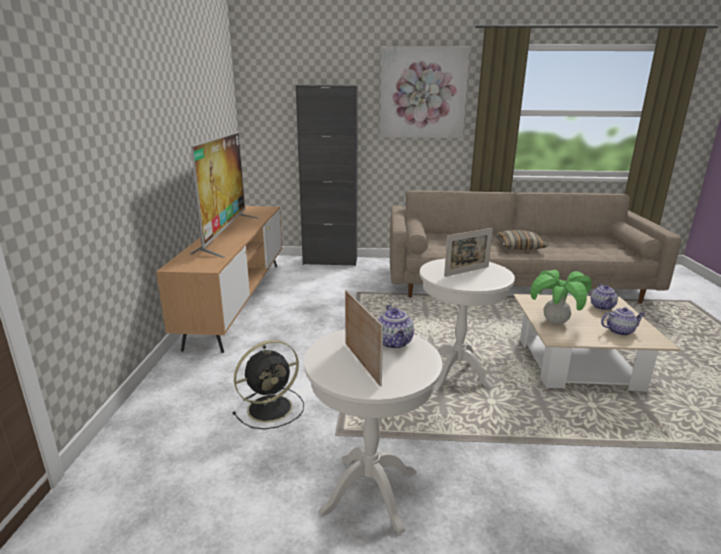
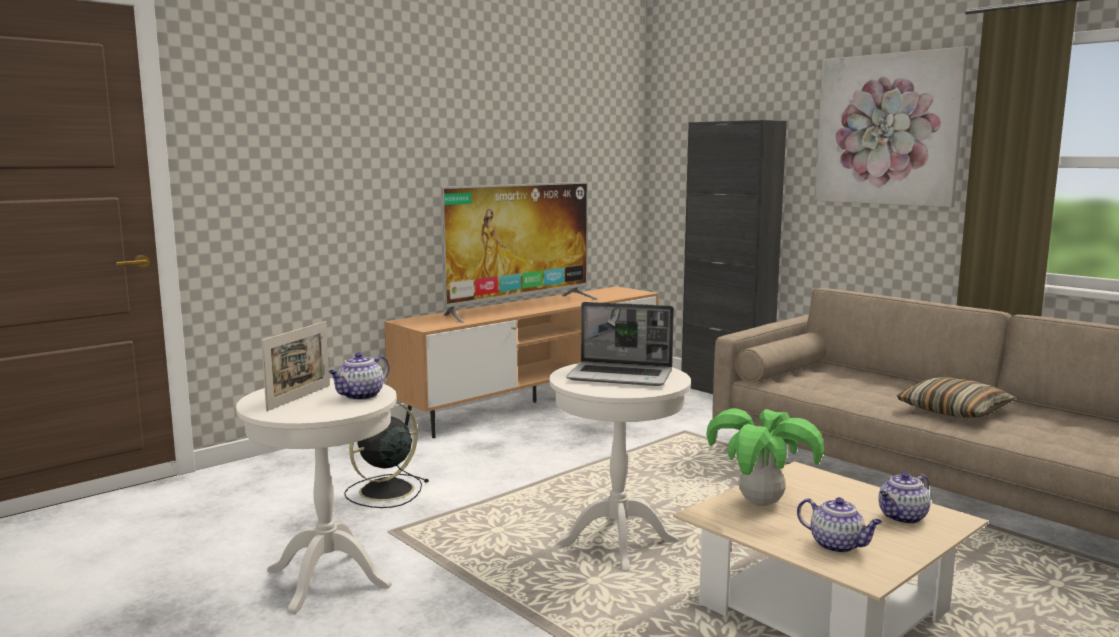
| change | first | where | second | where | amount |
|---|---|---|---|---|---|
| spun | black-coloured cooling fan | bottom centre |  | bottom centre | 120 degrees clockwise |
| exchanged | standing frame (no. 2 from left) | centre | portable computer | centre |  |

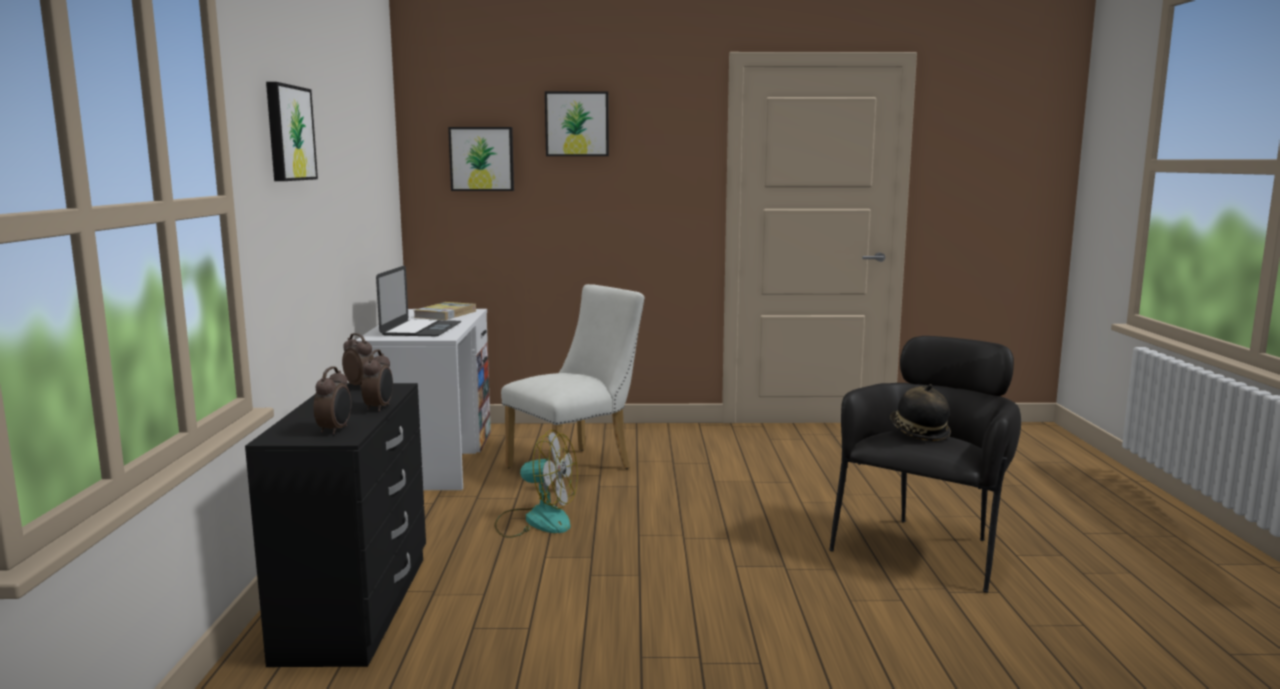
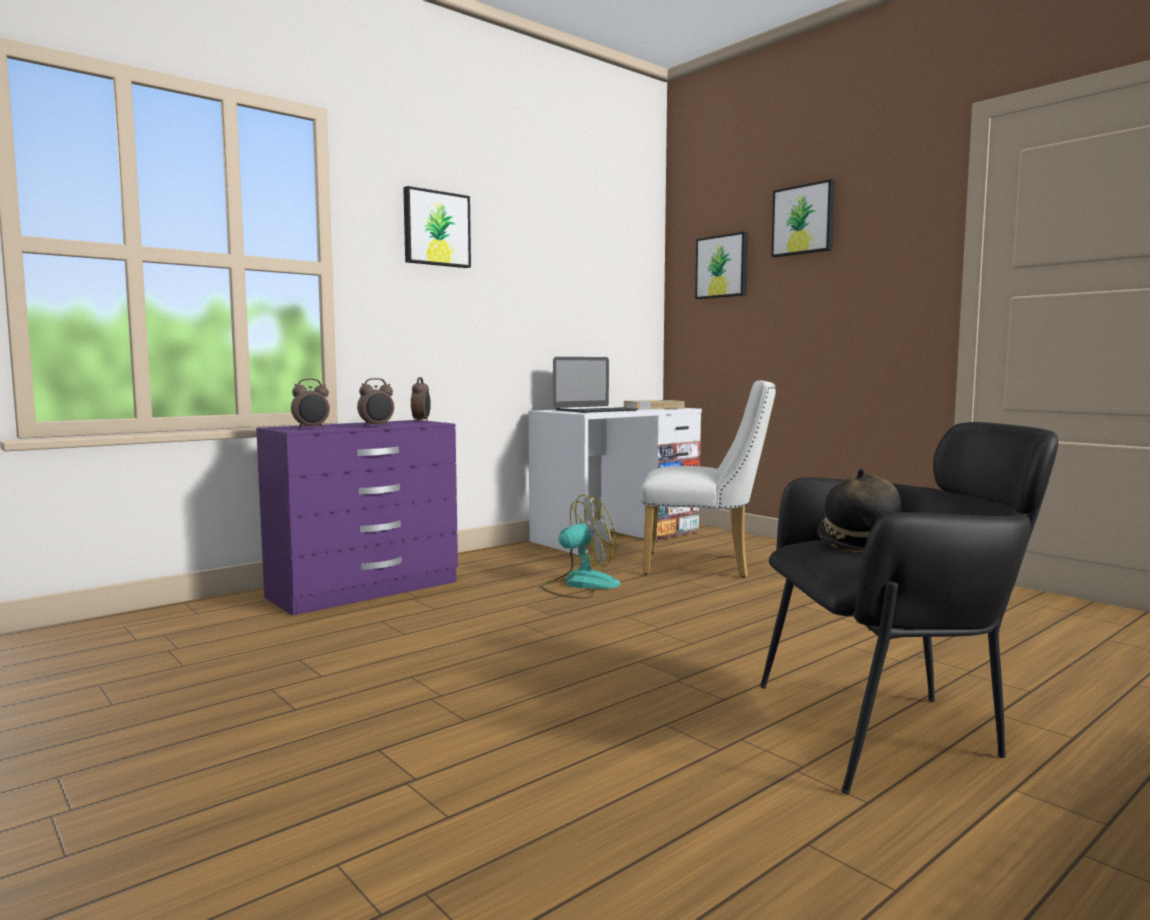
| change | first | where | second | where | amount |
|---|---|---|---|---|---|
| colour | black-coloured dresser | bottom left | purplish dresser | middle left |  |
| spun | cooling fan | bottom centre |  | centre | 90 degrees counterclockwise |

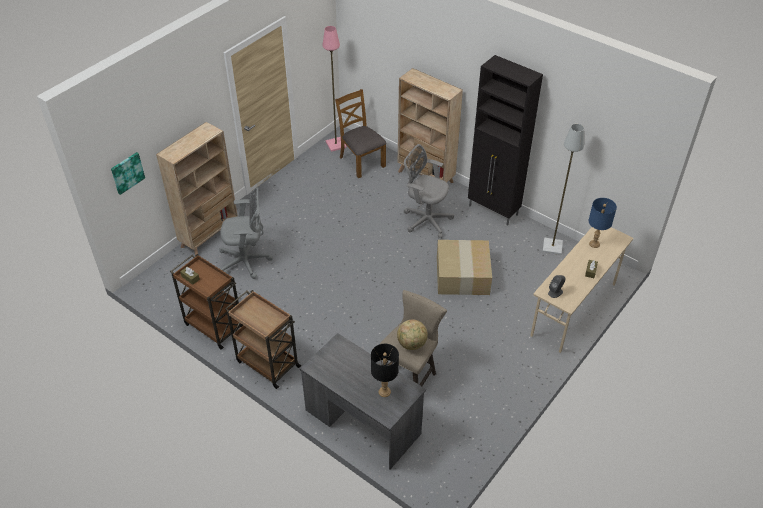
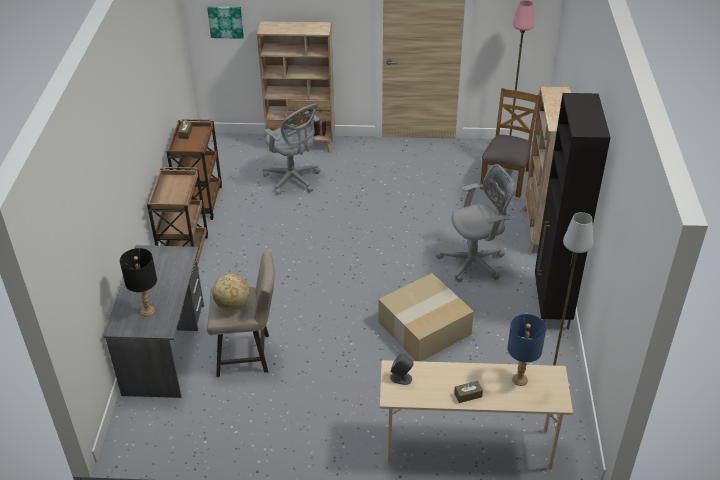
| change | first | where | second | where | amount |
|---|---|---|---|---|---|
| spun | greyish computer chair (no. 2 from left) | centre |  | centre | 75 degrees clockwise |

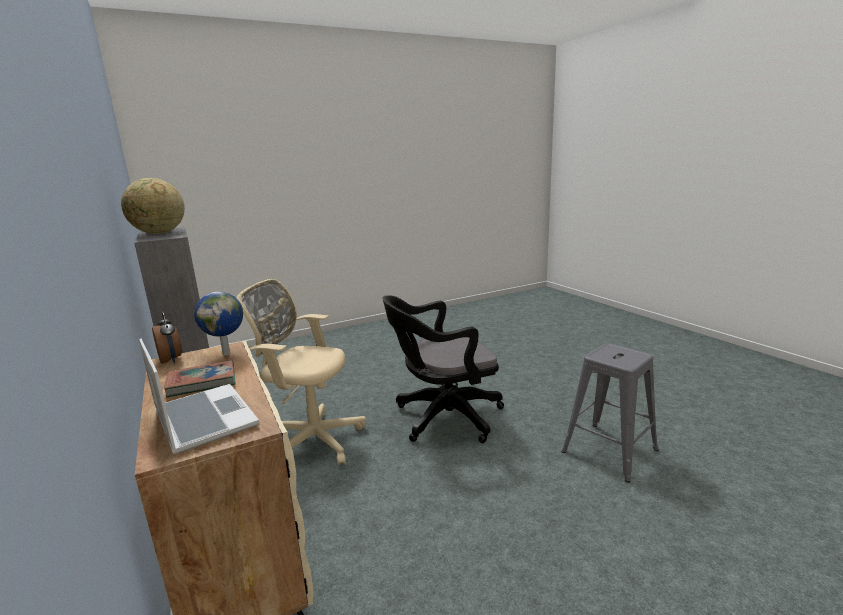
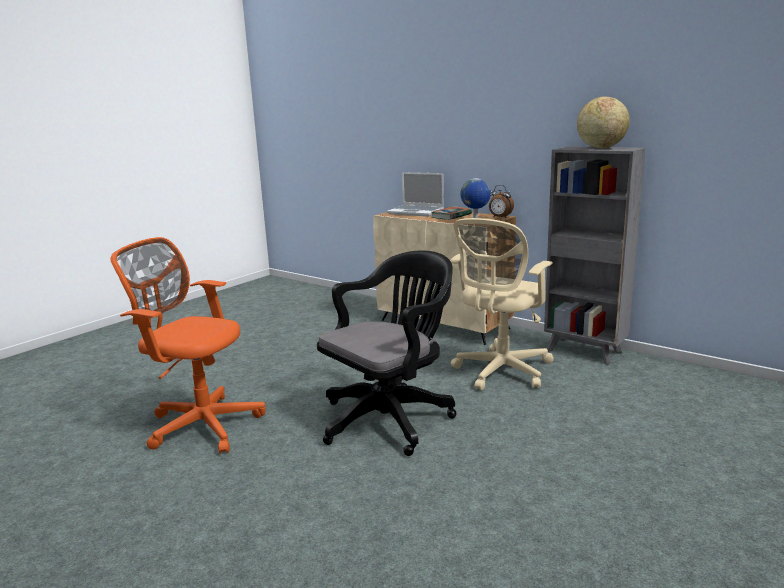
| change | first | where | second | where | amount |
|---|---|---|---|---|---|
| spun | beige computer chair | centre |  | centre | 135 degrees clockwise |
| exchanged | greyish stool seat | bottom right | orangey computer chair | middle left |  |

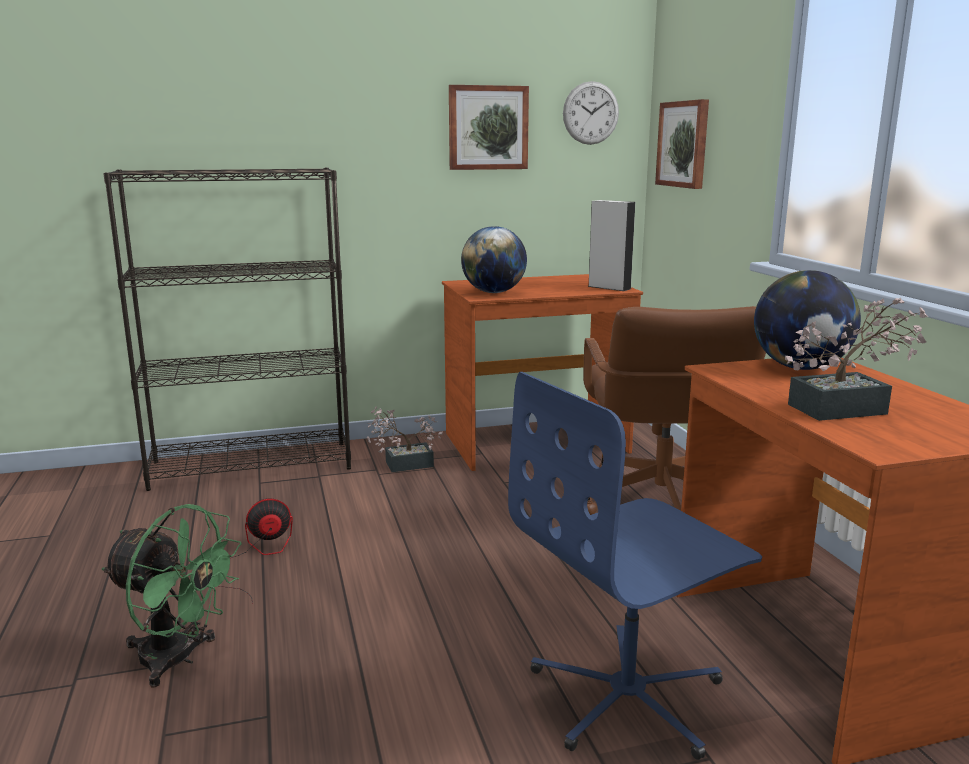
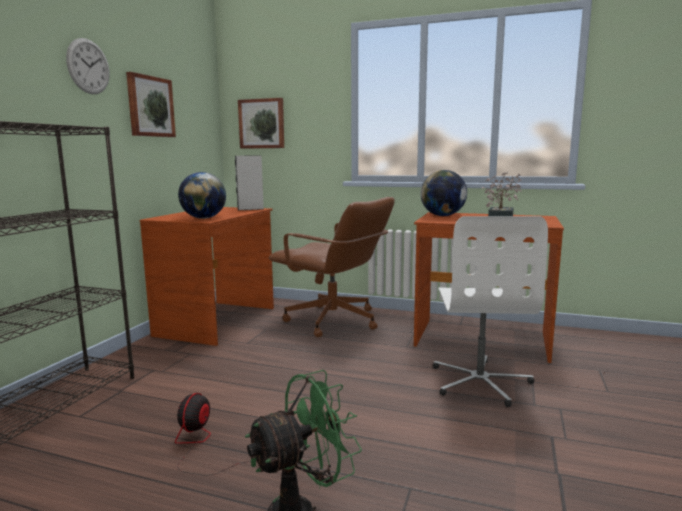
| change | first | where | second | where | amount |
|---|---|---|---|---|---|
| missing | houseplant (no. 1 from left) | centre |  |  |  |
| colour | bluish computer chair | bottom centre | white-coloured computer chair | middle right |  |
| relocated | hanging clock | top centre |  | top left |  |

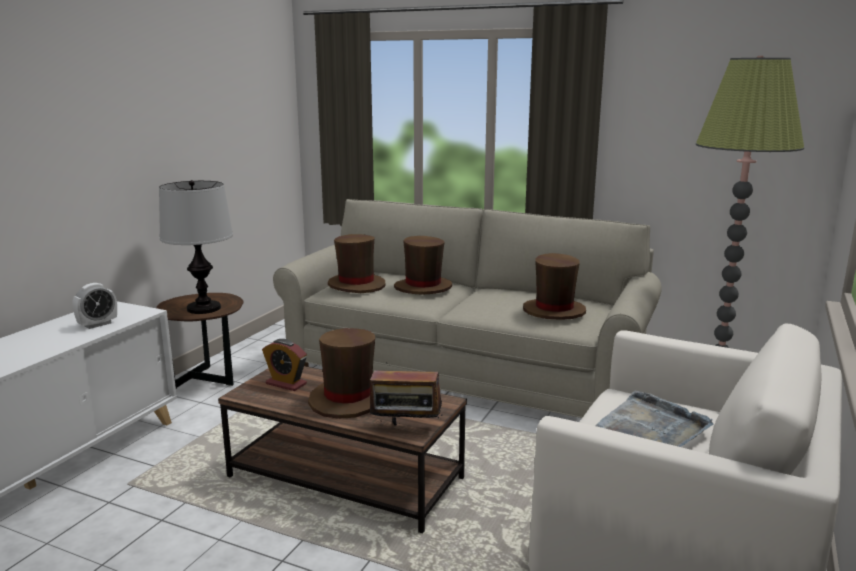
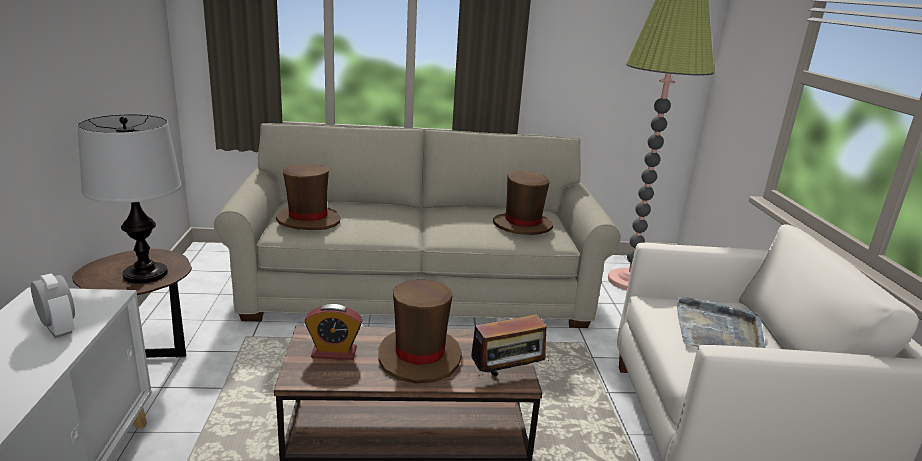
| change | first | where | second | where | amount |
|---|---|---|---|---|---|
| spun | alarm clock (no. 1 from left) | middle left |  | middle left | 60 degrees counterclockwise |
| missing | brownish clothing hat (no. 3 from left) | centre |  |  |  |

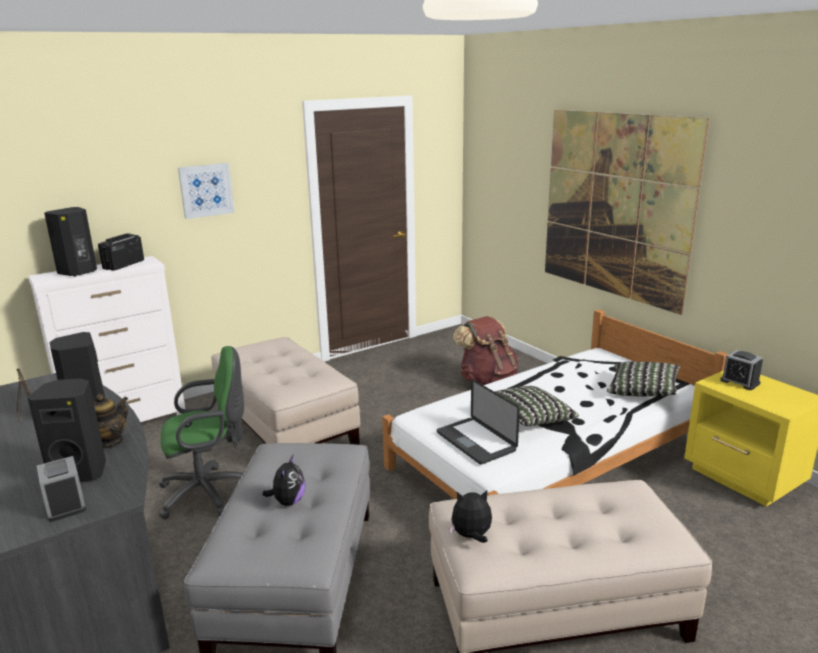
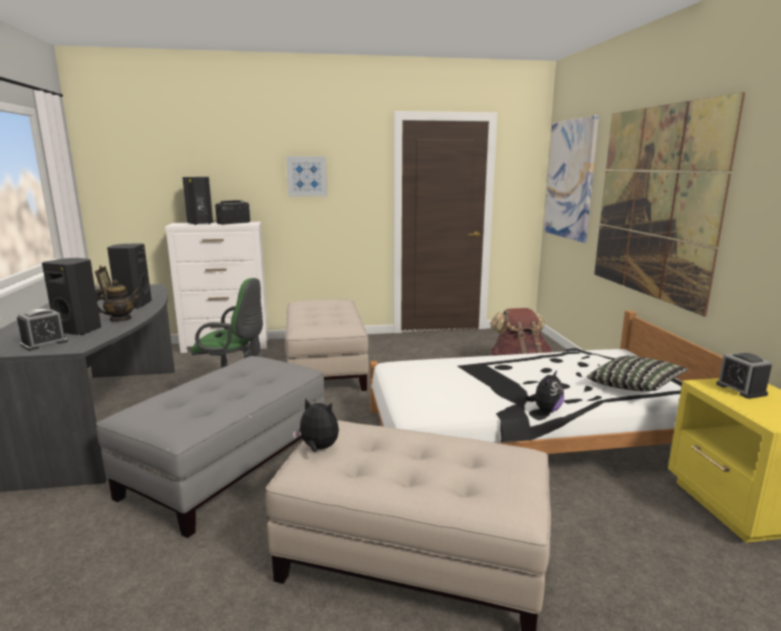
| change | first | where | second | where | amount |
|---|---|---|---|---|---|
| spun | alarm clock (no. 1 from left) | bottom left |  | middle left | 45 degrees clockwise |
| relocated | cuddly toy (no. 1 from left in the first image) | bottom centre | cuddly toy (no. 2 from left) | middle right |  |
| missing | portable computer | centre |  |  |  |
| missing | cushion (no. 1 from left) | centre |  |  |  |
| appeared |  |  | picture (no. 2 from left) | top right |  |

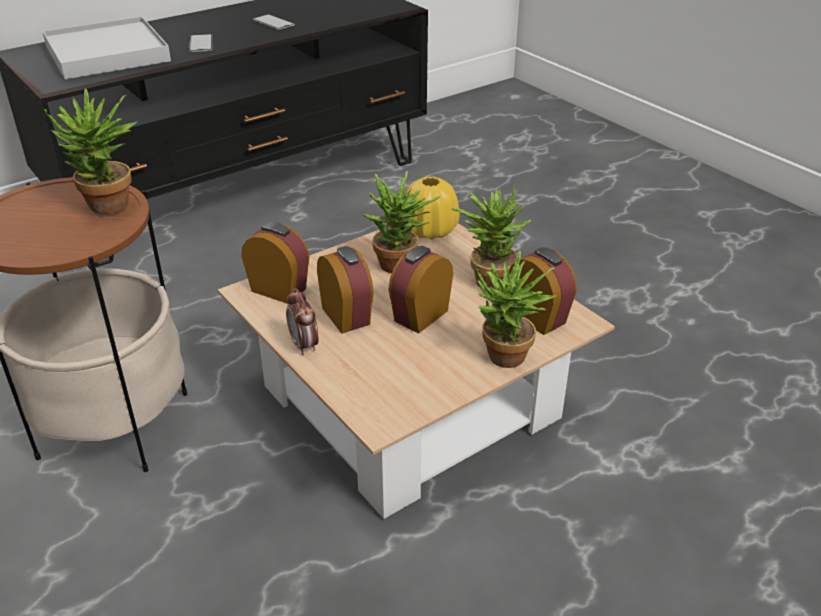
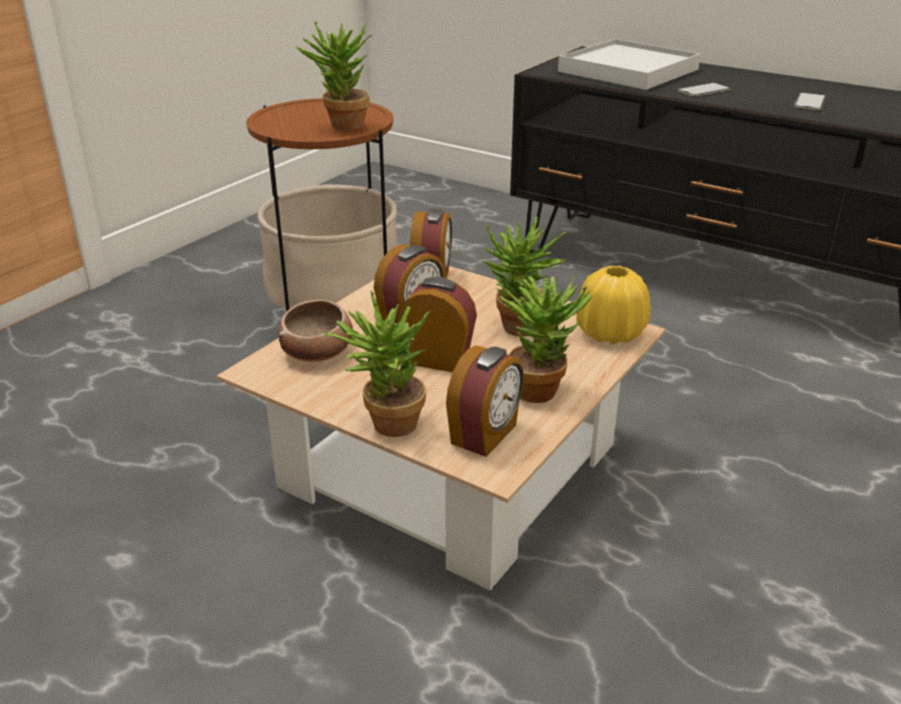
| change | first | where | second | where | amount |
|---|---|---|---|---|---|
| missing | alarm clock (no. 2 from left) | centre |  |  |  |
| appeared |  |  | bowl | centre |  |

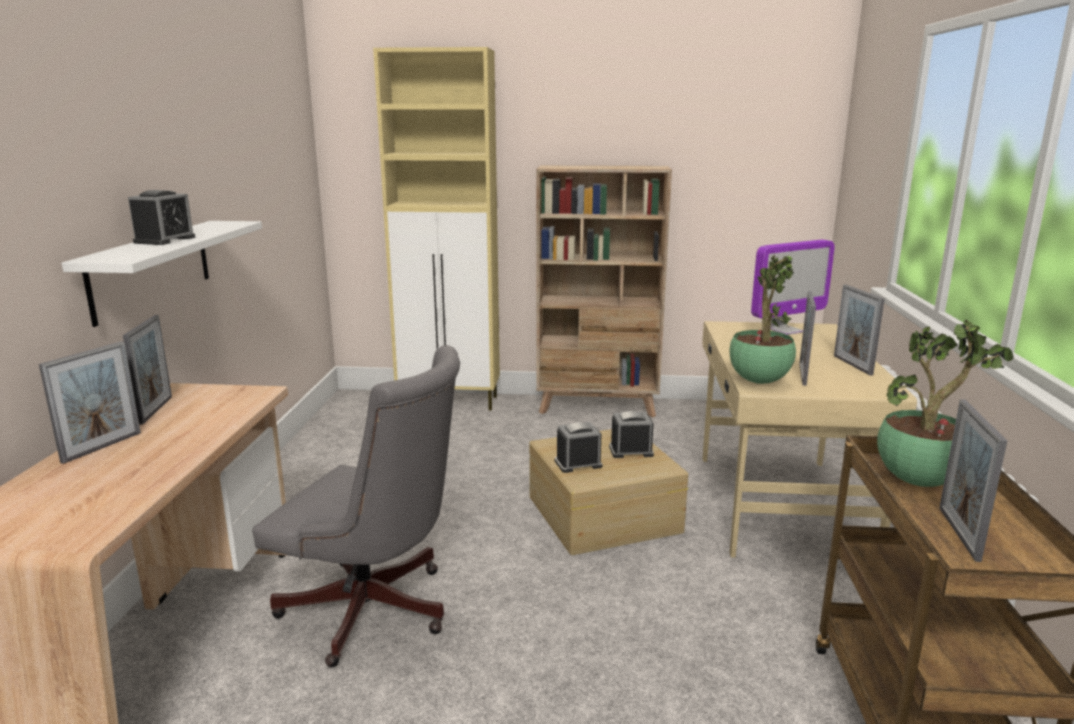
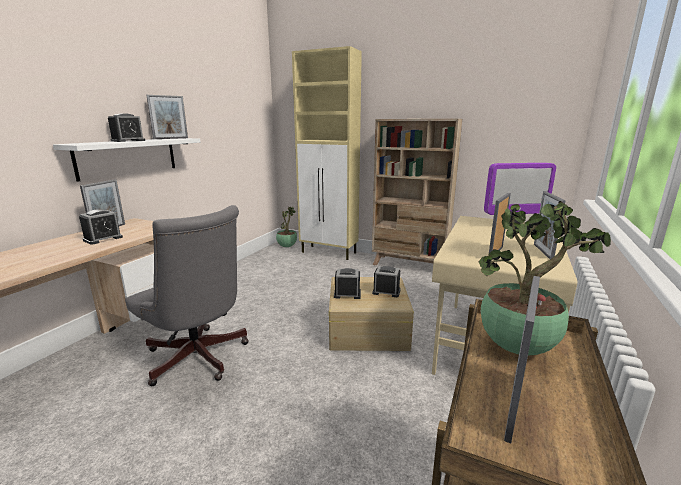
| change | first | where | second | where | amount |
|---|---|---|---|---|---|
| relocated | standing frame (no. 1 from left in the first image) | middle left | standing frame (no. 2 from left) | top left |  |
| relocated | houseplant (no. 1 from left) | middle right |  | centre |  |
| appeared |  |  | alarm clock (no. 1 from left) | middle left |  |

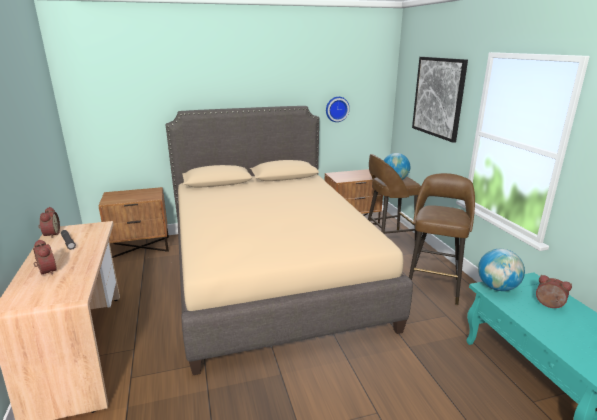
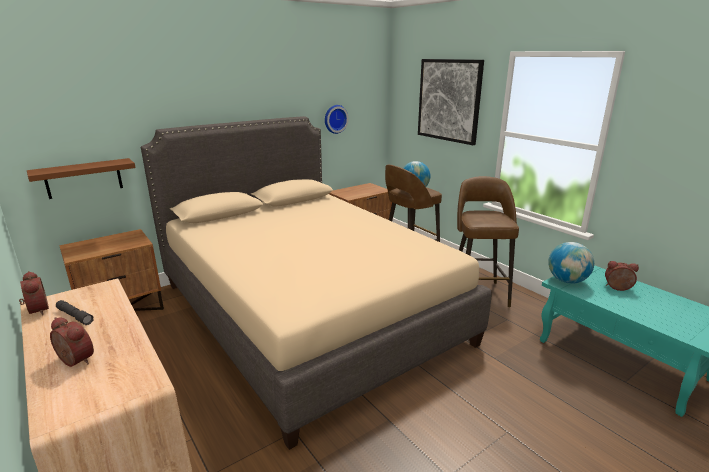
| change | first | where | second | where | amount |
|---|---|---|---|---|---|
| appeared |  |  | brownish bracket shelf | middle left |  |

